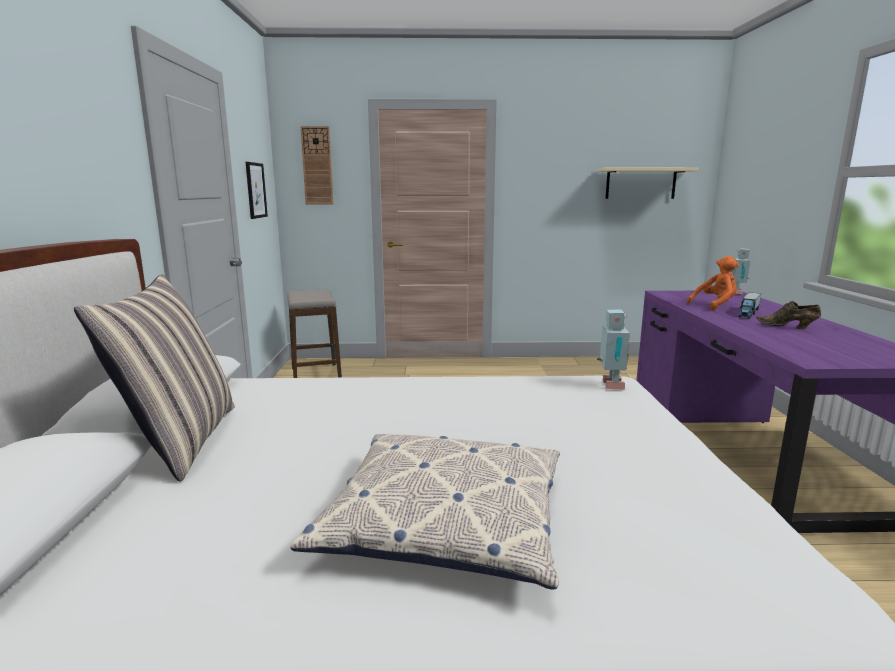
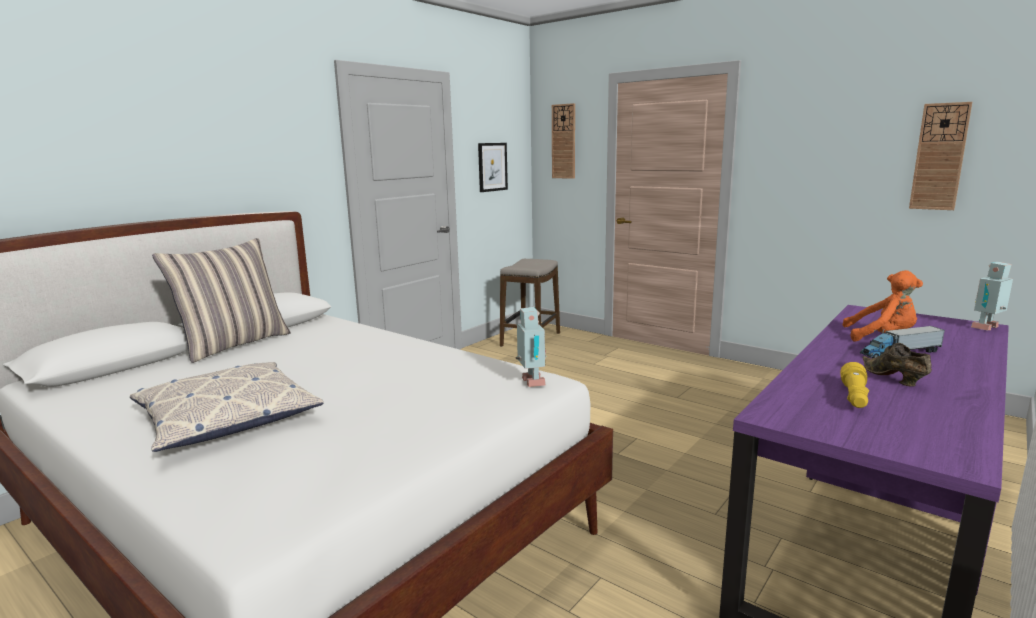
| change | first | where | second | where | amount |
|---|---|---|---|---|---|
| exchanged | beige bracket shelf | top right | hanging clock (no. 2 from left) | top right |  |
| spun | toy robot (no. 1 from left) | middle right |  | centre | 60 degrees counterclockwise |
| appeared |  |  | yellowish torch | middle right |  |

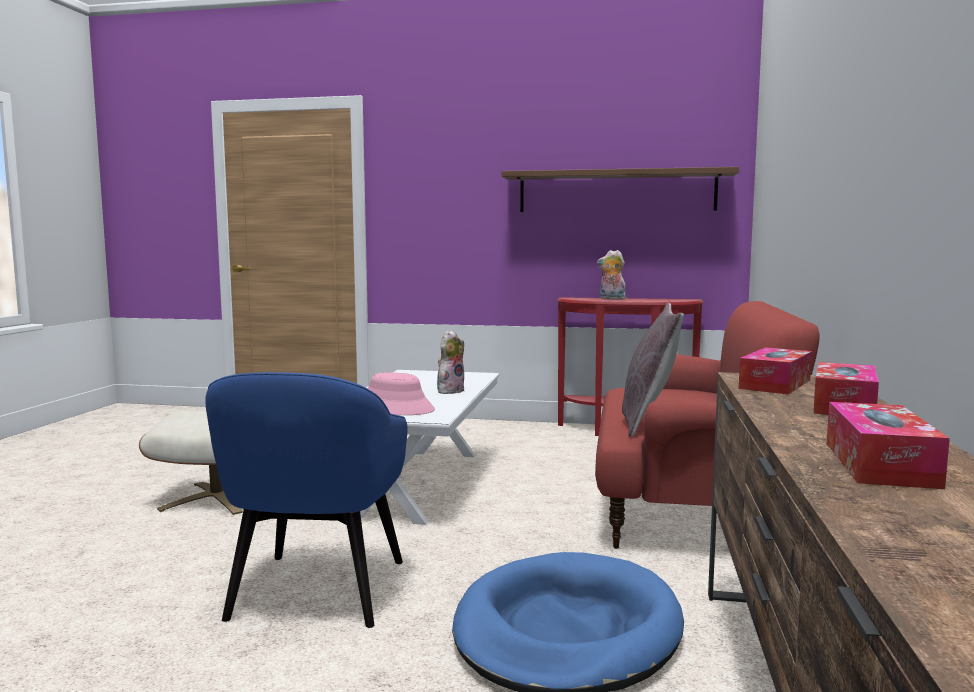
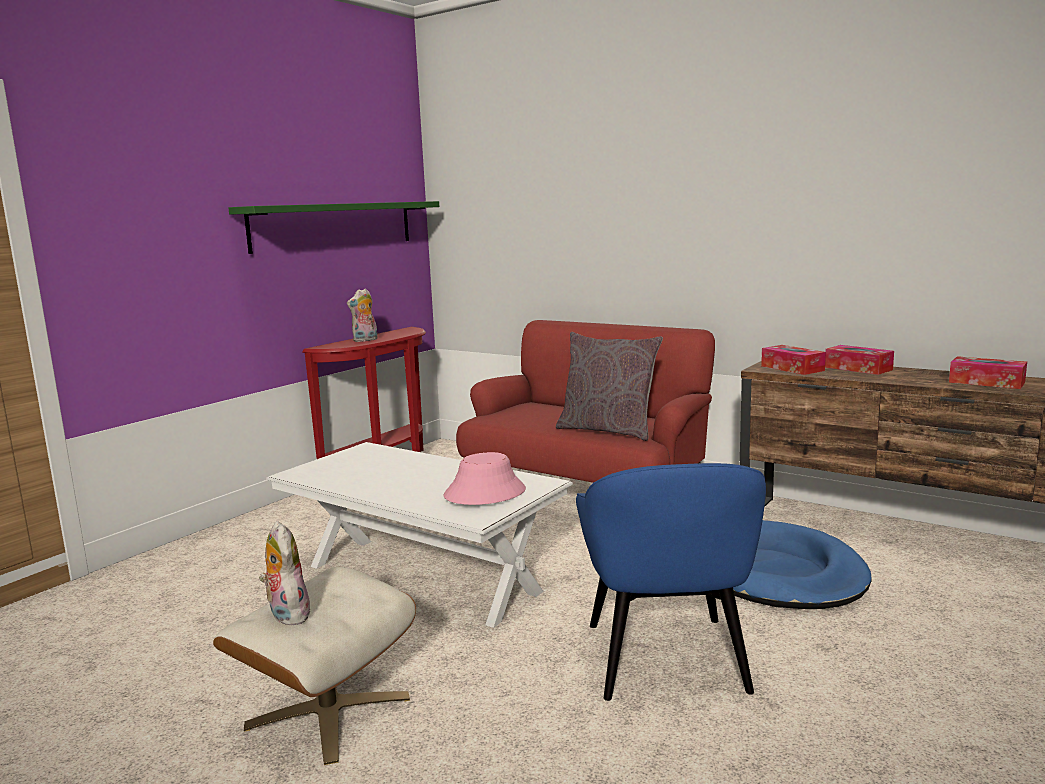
| change | first | where | second | where | amount |
|---|---|---|---|---|---|
| spun | bluish easy chair | bottom left |  | bottom centre | 60 degrees clockwise |
| relocated | cuddly toy (no. 1 from left) | centre |  | bottom left |  |
| colour | brownish bracket shelf | top centre | green-coloured bracket shelf | top left |  |

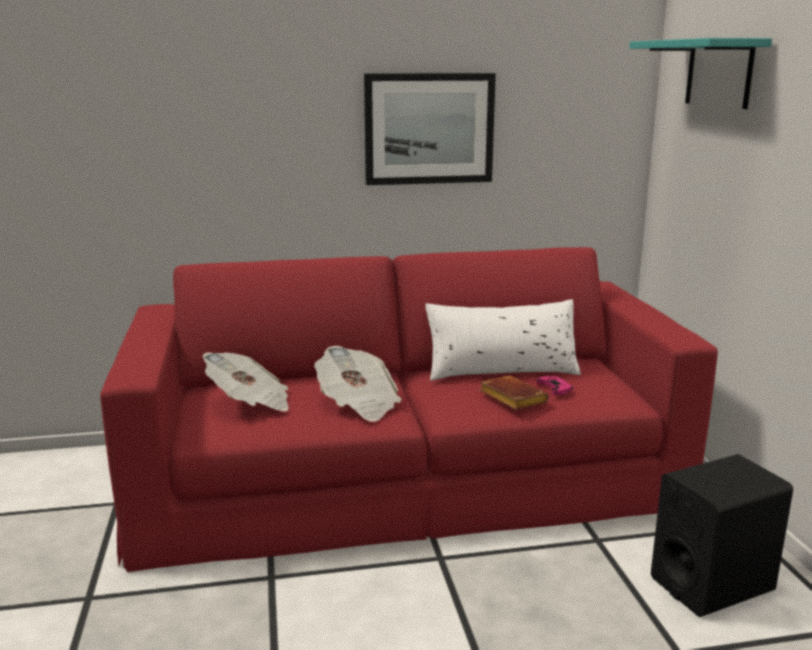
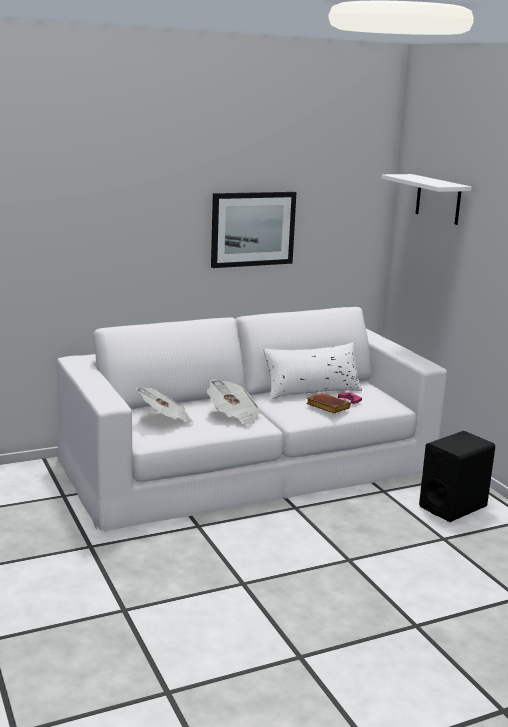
| change | first | where | second | where | amount |
|---|---|---|---|---|---|
| colour | red-coloured sofa | centre | white-coloured sofa | centre |  |
| colour | blue-green bracket shelf | top right | white-coloured bracket shelf | top right |  |

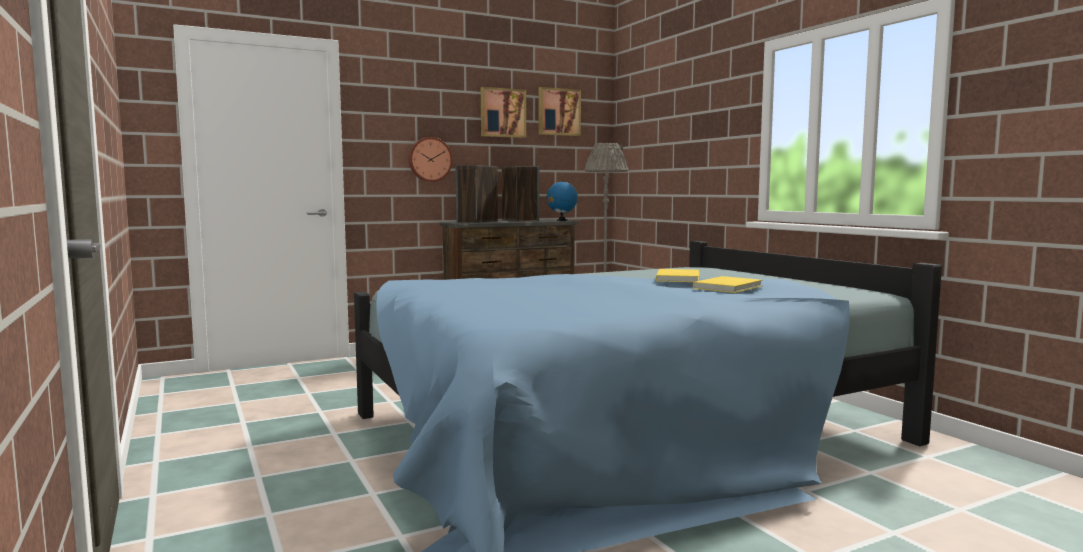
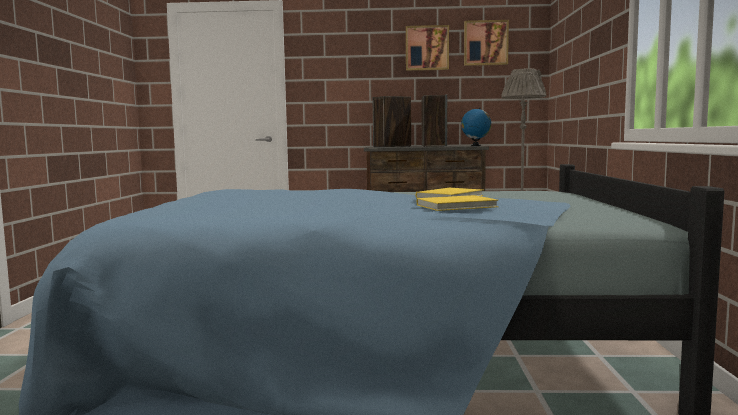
| change | first | where | second | where | amount |
|---|---|---|---|---|---|
| missing | hanging clock | top centre |  |  |  |

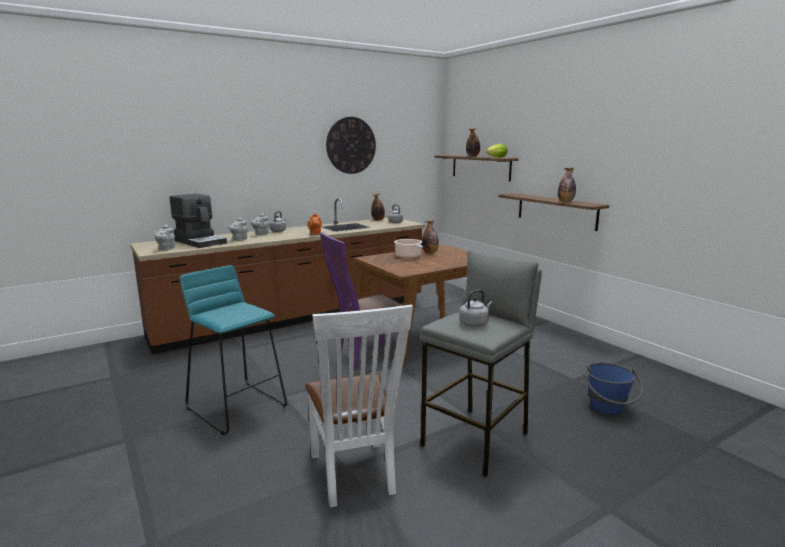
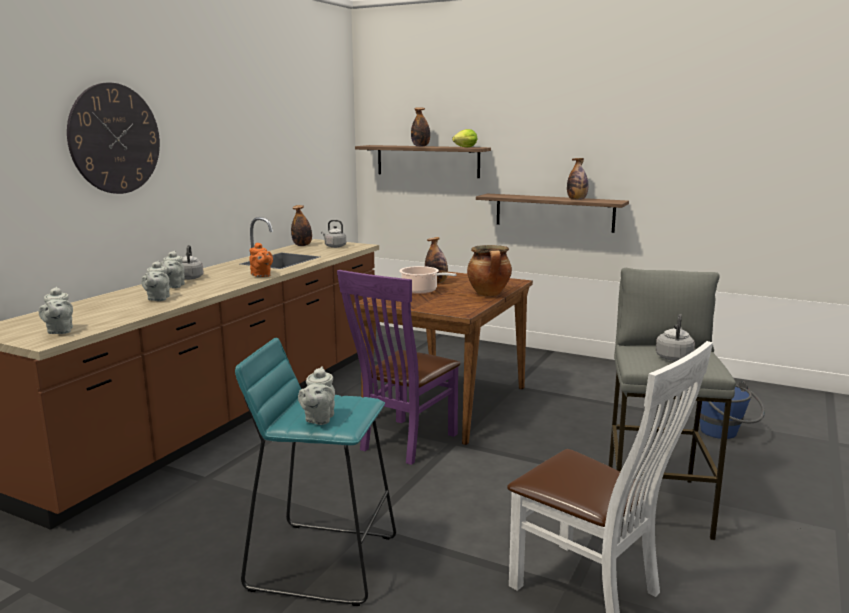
| change | first | where | second | where | amount |
|---|---|---|---|---|---|
| missing | coffee machine | middle left |  |  |  |
| relocated | hanging clock | top centre |  | top left |  |
| appeared |  |  | greyish tea pot (no. 4 from left) | centre |  |
| appeared |  |  | stockpot (no. 2 from left) | centre |  |

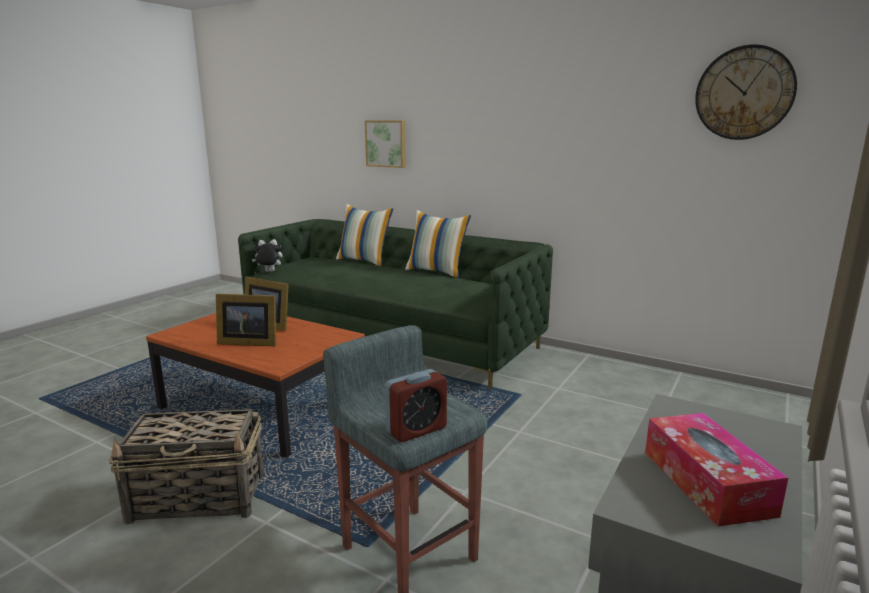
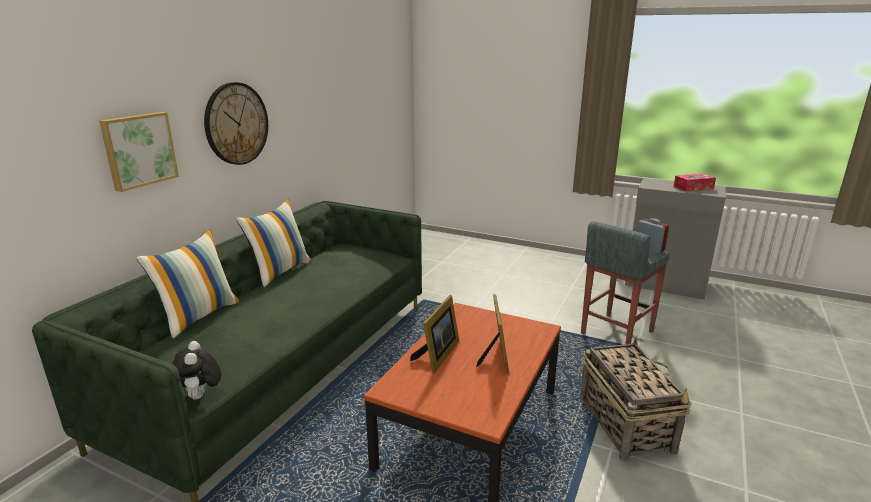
| change | first | where | second | where | amount |
|---|---|---|---|---|---|
| relocated | hanging clock | top right |  | top left |  |

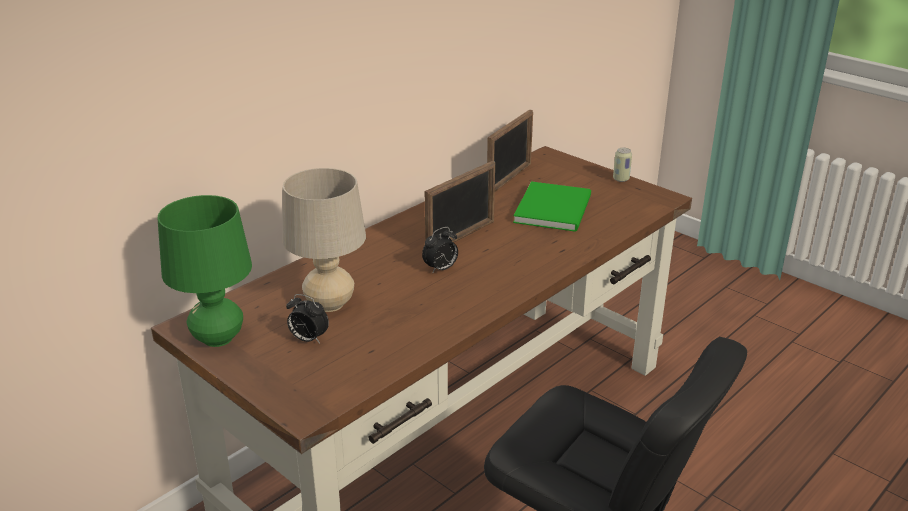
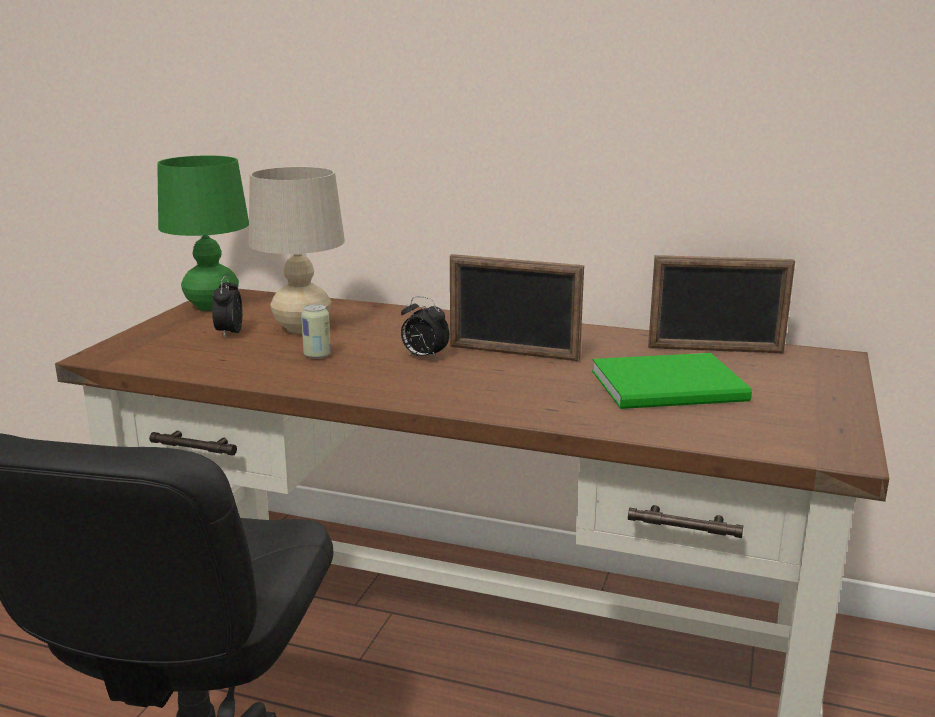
| change | first | where | second | where | amount |
|---|---|---|---|---|---|
| relocated | metal can | top right |  | centre |  |

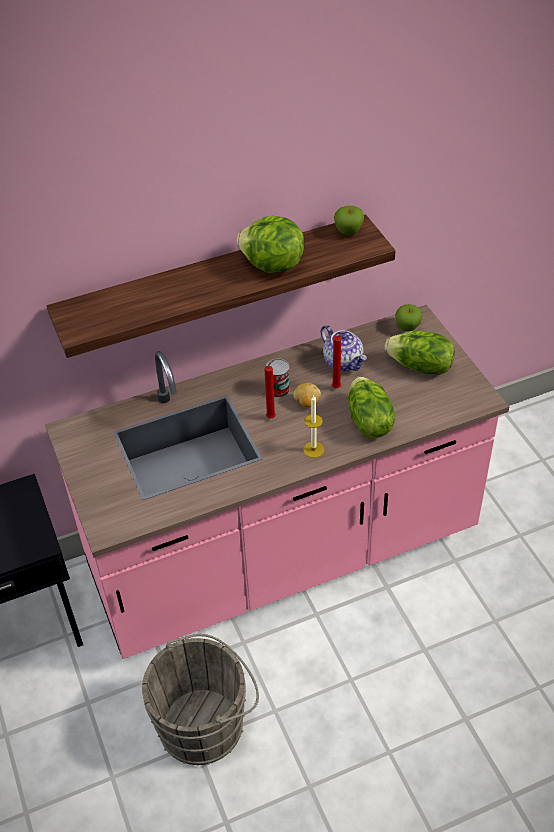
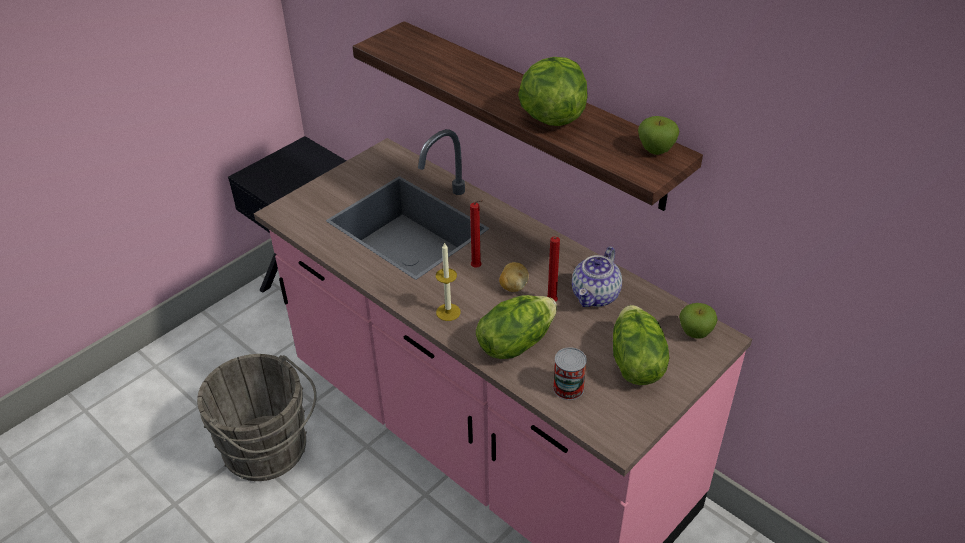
| change | first | where | second | where | amount |
|---|---|---|---|---|---|
| relocated | metal can | centre |  | bottom centre |  |

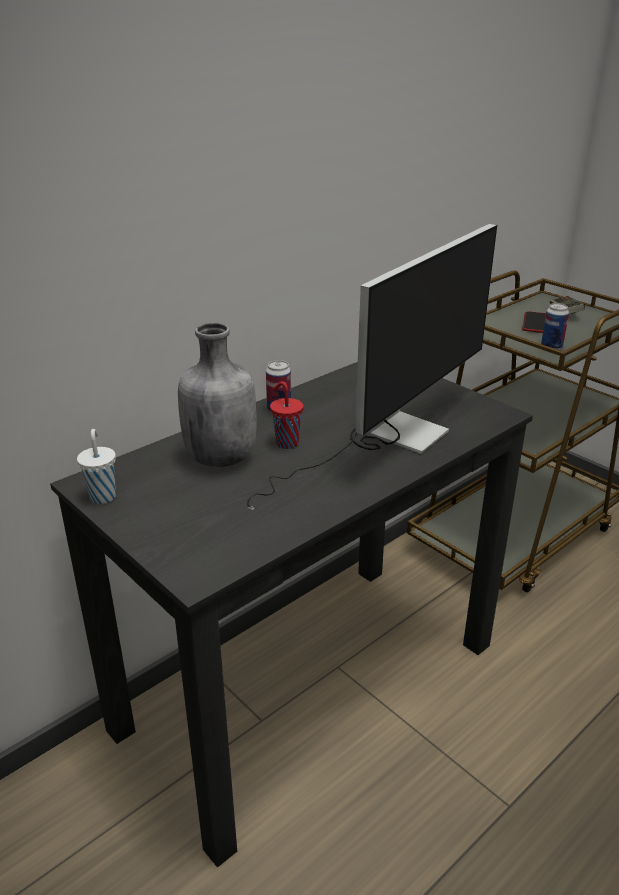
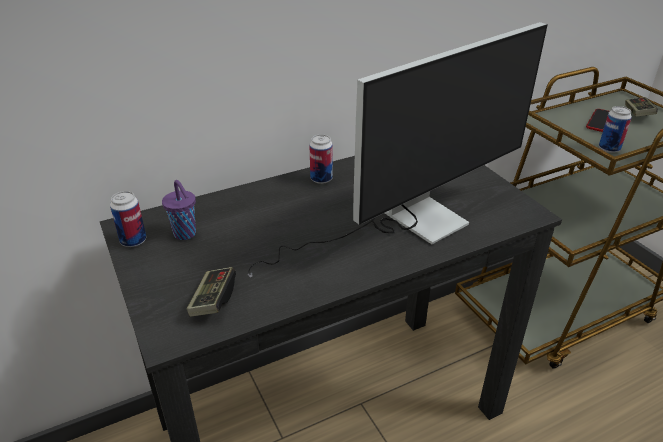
| change | first | where | second | where | amount |
|---|---|---|---|---|---|
| exchanged | white-coloured cup | middle left | metal can (no. 1 from left) | middle left |  |
| missing | greyish drink bottle | centre |  |  |  |
| missing | red-coloured cup | centre |  |  |  |
| appeared |  |  | purplish cup | middle left |  |
| appeared |  |  | joypad (no. 1 from left) | middle left |  |

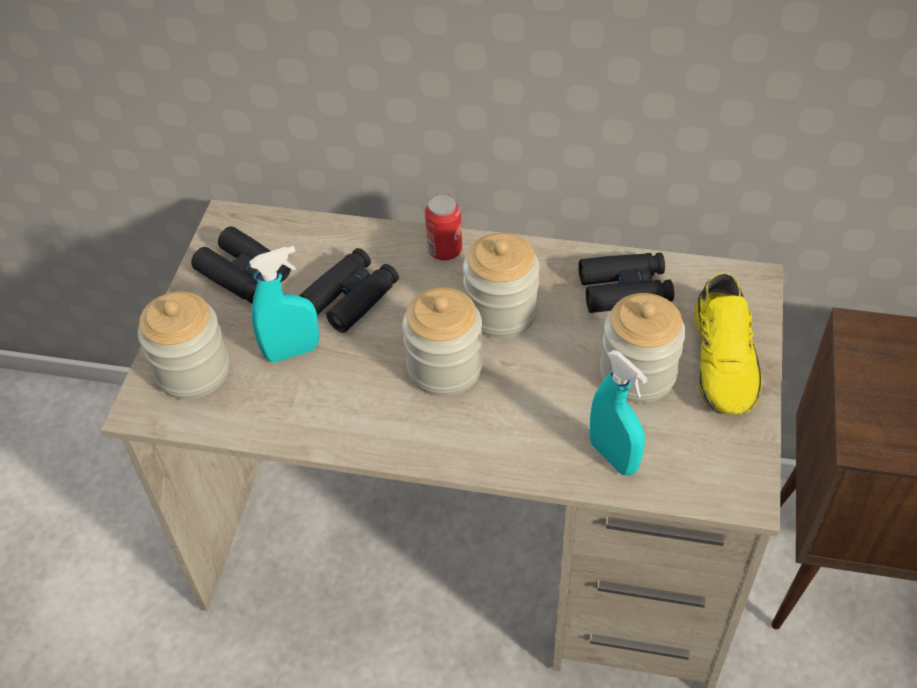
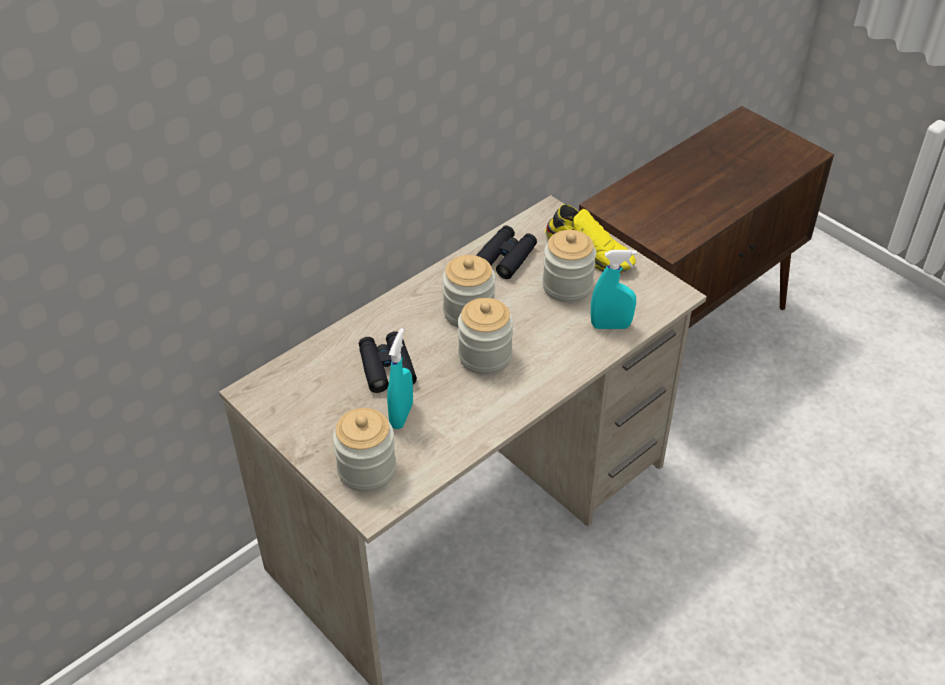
| change | first | where | second | where | amount |
|---|---|---|---|---|---|
| missing | black-coloured pair of binoculars (no. 1 from left) | middle left |  |  |  |
| missing | metal can | top centre |  |  |  |

